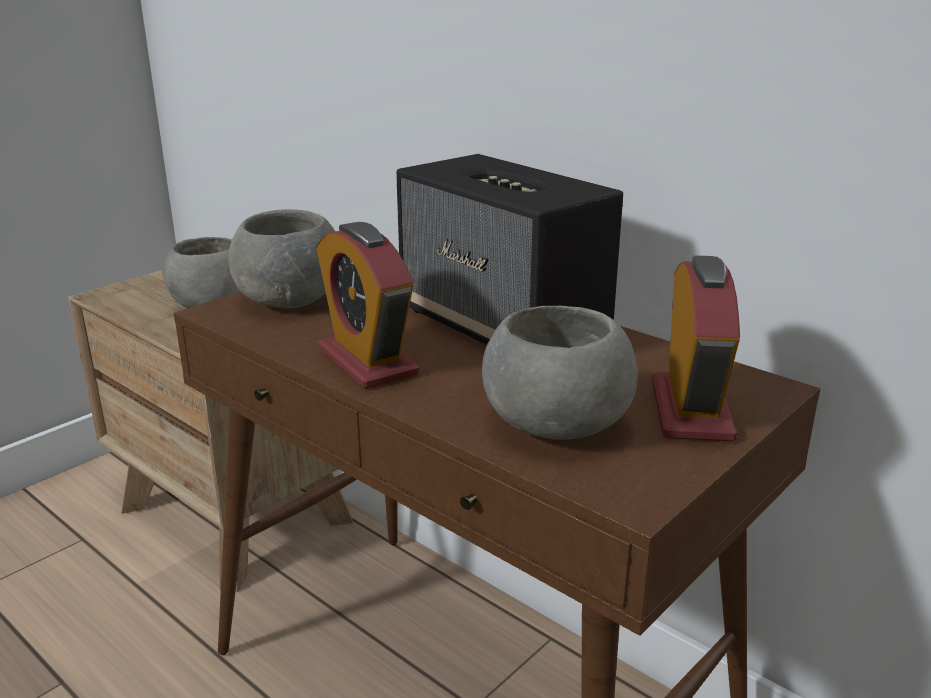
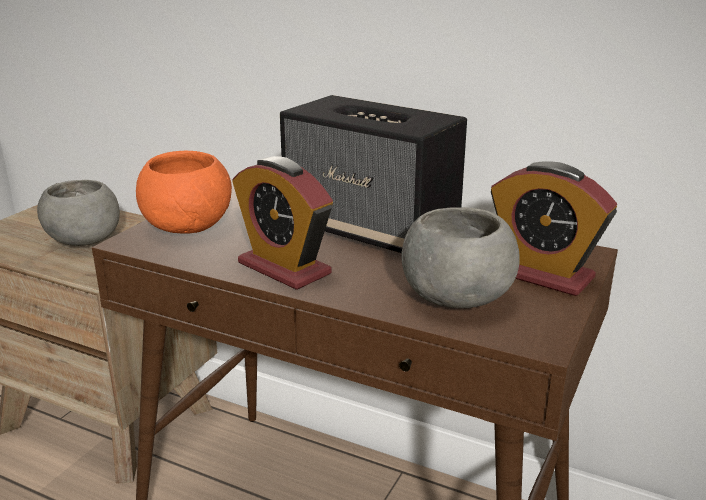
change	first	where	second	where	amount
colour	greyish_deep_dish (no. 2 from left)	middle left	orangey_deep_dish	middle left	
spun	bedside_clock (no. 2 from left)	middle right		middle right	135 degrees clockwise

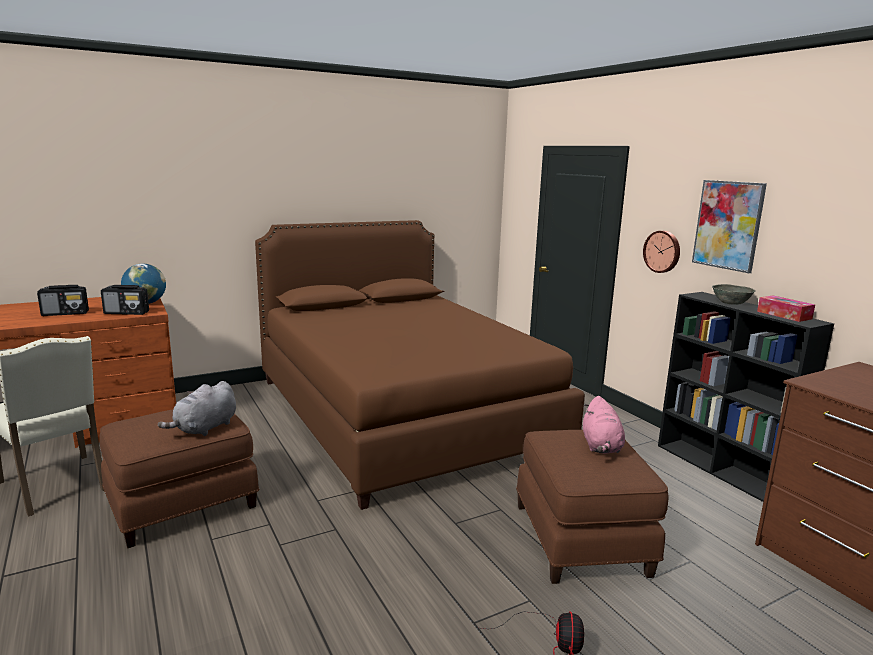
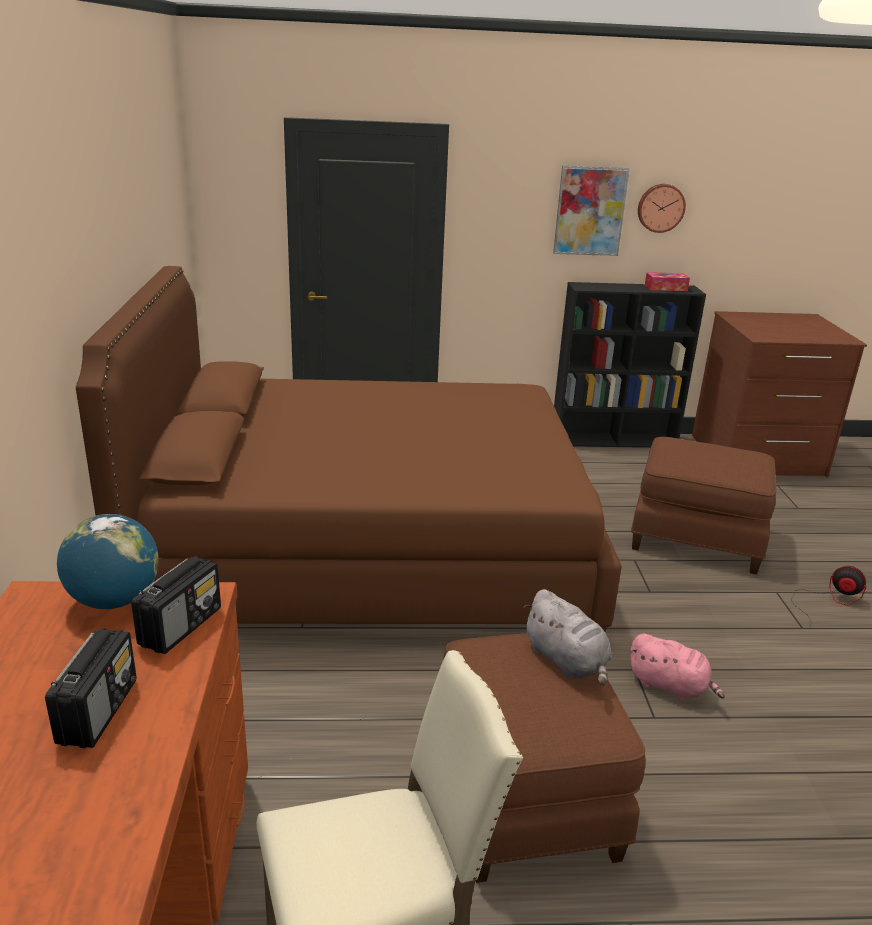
change	first	where	second	where	amount
relocated	pinkish_soft_toy	middle right		bottom right	
relocated	hanging_clock	middle right		top right	
missing	greyish_deep_dish	middle right			

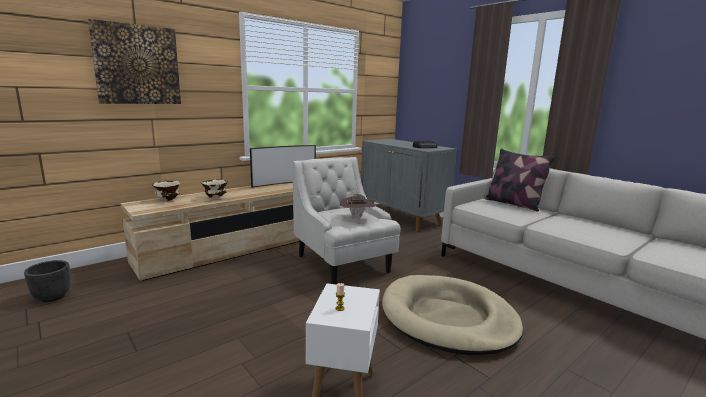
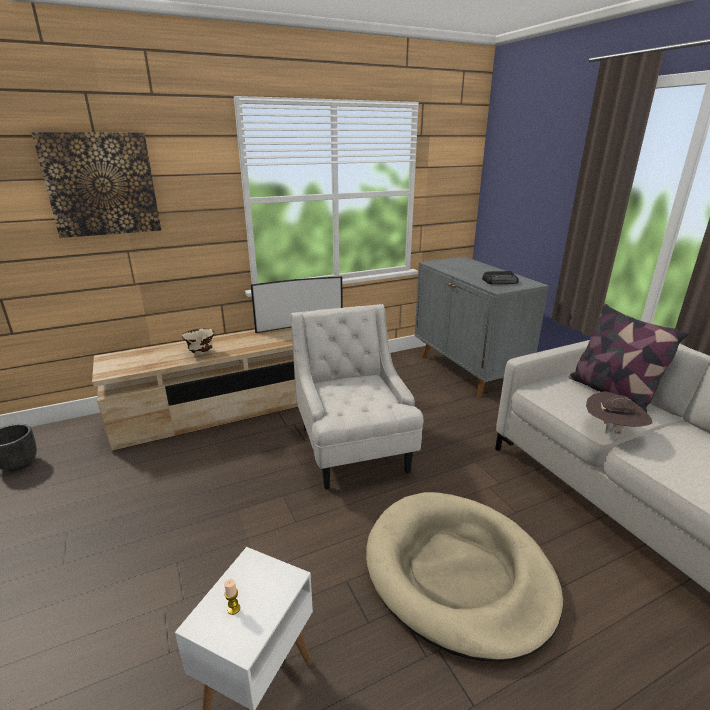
change	first	where	second	where	amount
relocated	brown-coloured_wearable_hat	centre		middle right	
missing	beige_deep_dish (no. 1 from left)	middle left			

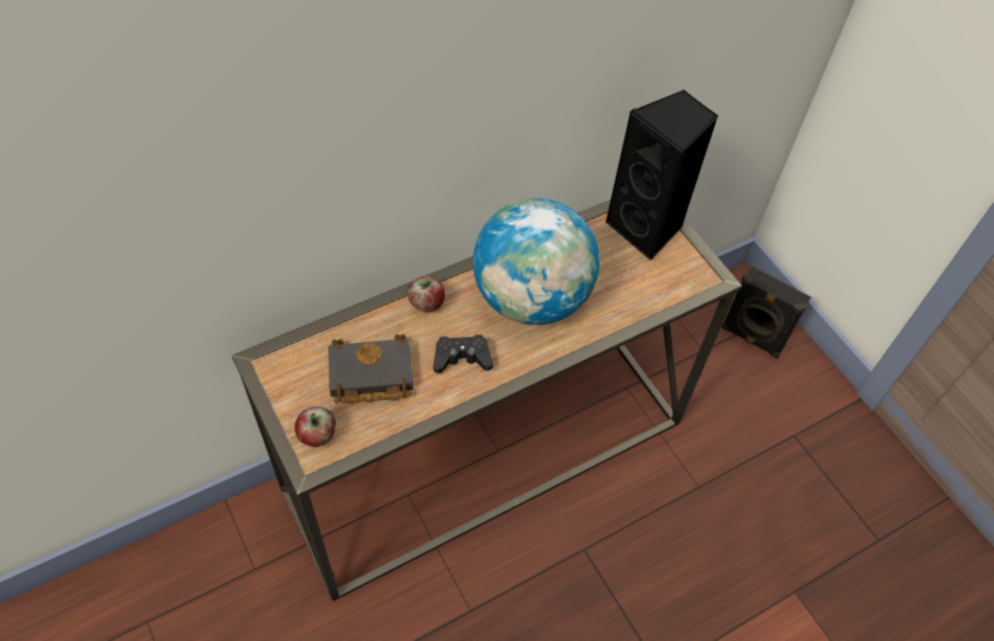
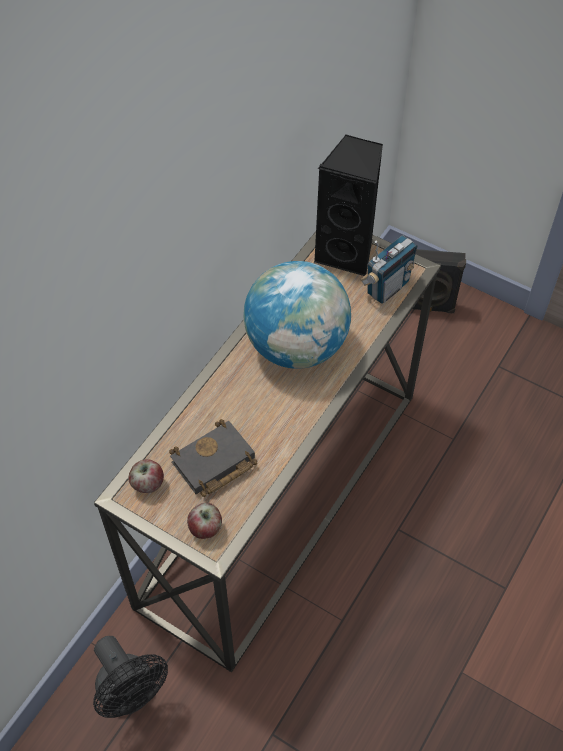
change	first	where	second	where	amount
appeared			black-coloured_electric_fan	bottom left	
relocated	whole_apple (no. 2 from left in the first image)	centre	whole_apple (no. 1 from left)	middle left	
appeared			radio_receiver	middle right	
missing	black-coloured_gamepad	centre			

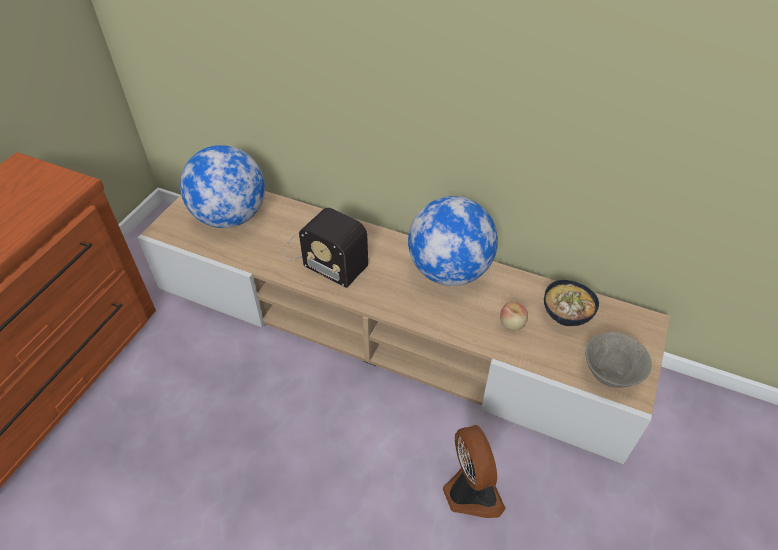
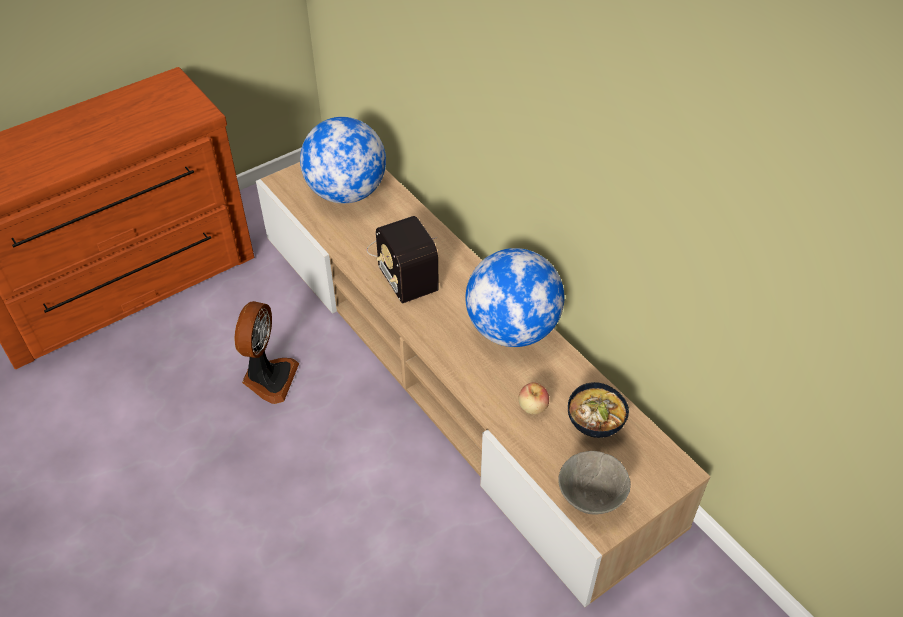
change	first	where	second	where	amount
relocated	electric_fan	bottom centre		middle left	

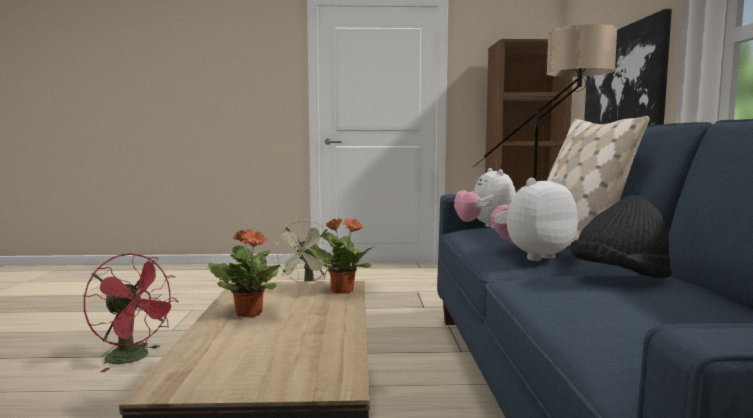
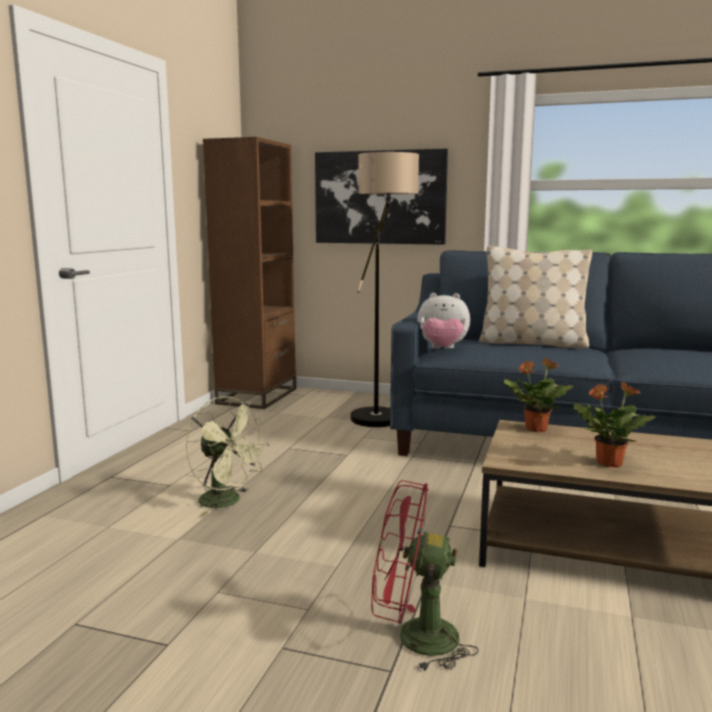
change	first	where	second	where	amount
spun	red_electric_fan	bottom left		bottom centre	135 degrees counterclockwise
missing	soft_toy (no. 2 from left)	middle right			
missing	black-coloured_wearable_hat	middle right			

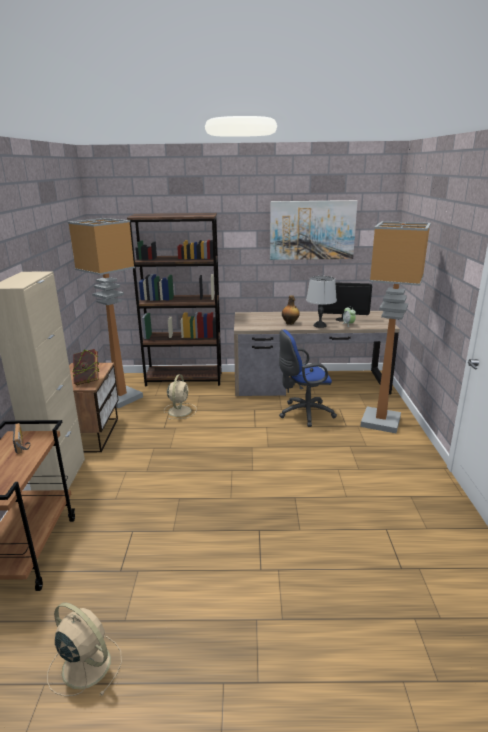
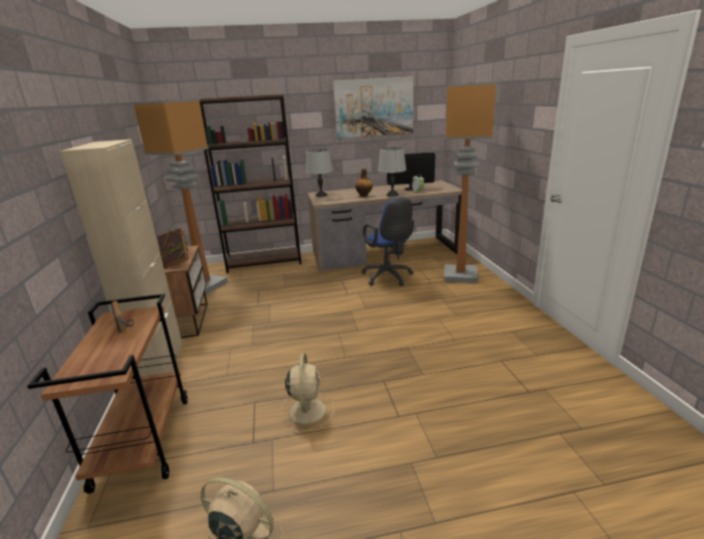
change	first	where	second	where	amount
relocated	beige_electric_fan (no. 2 from left)	centre		bottom centre	
appeared			greyish_table_lamp (no. 1 from left)	top centre	
spun	bluish_desk_chair	centre		centre	90 degrees counterclockwise

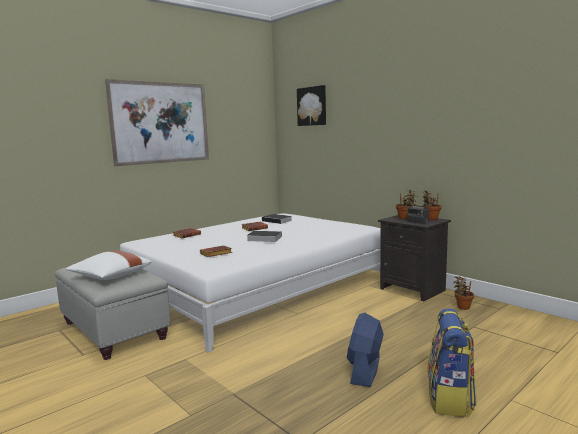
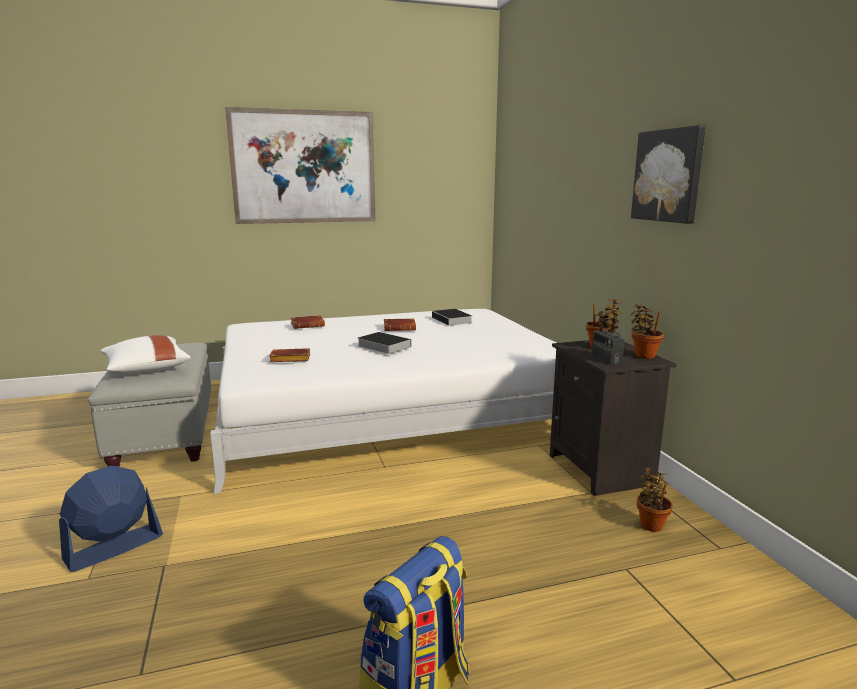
change	first	where	second	where	amount
relocated	bluish_electric_fan	bottom centre		bottom left	
relocated	wall_art (no. 2 from left)	top centre		top right	

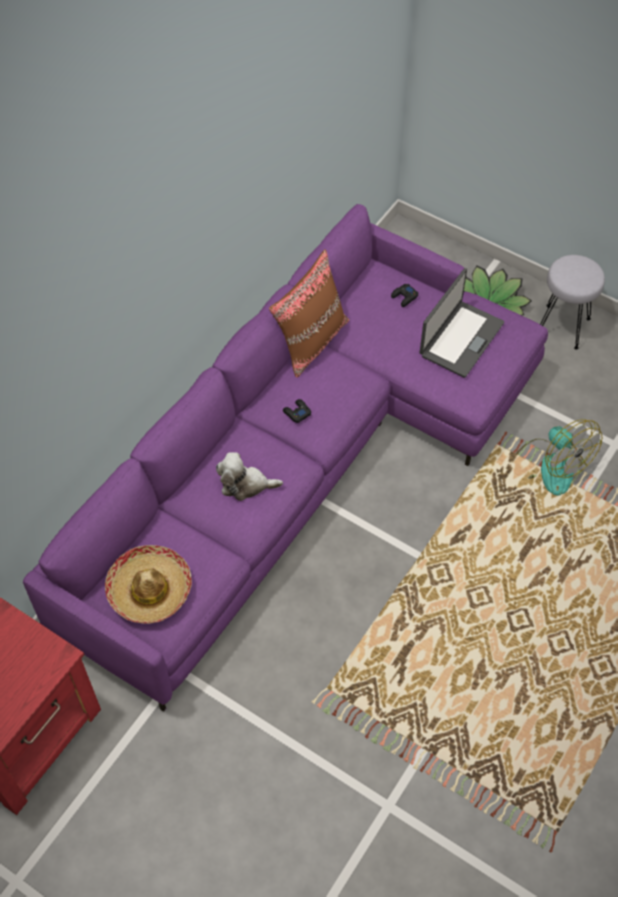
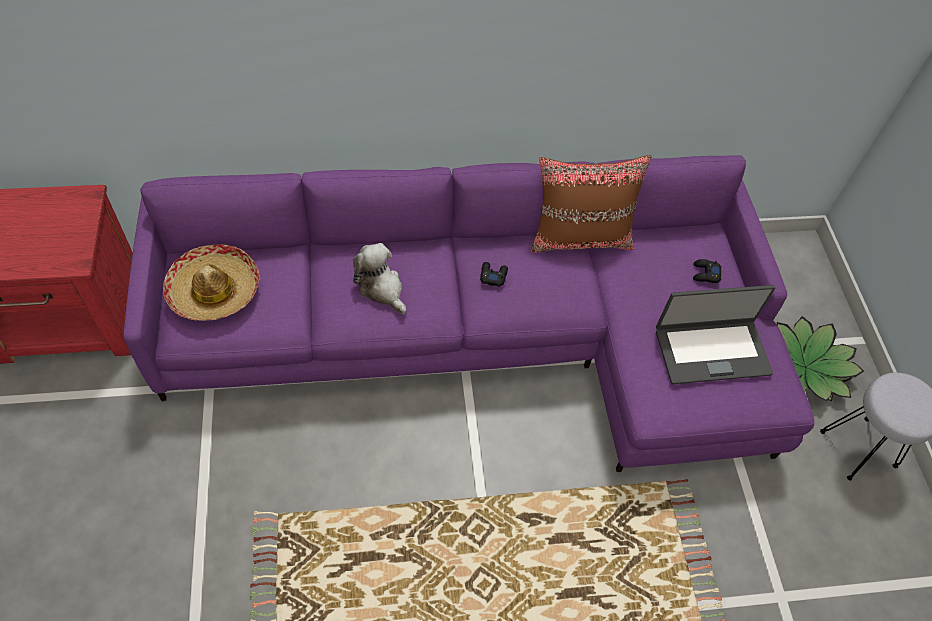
change	first	where	second	where	amount
missing	electric_fan	middle right			

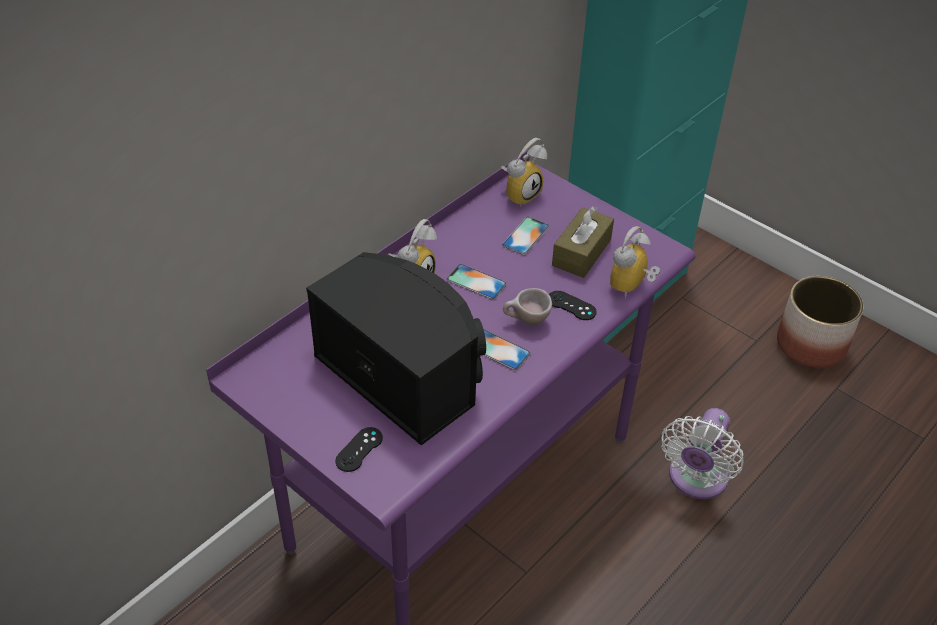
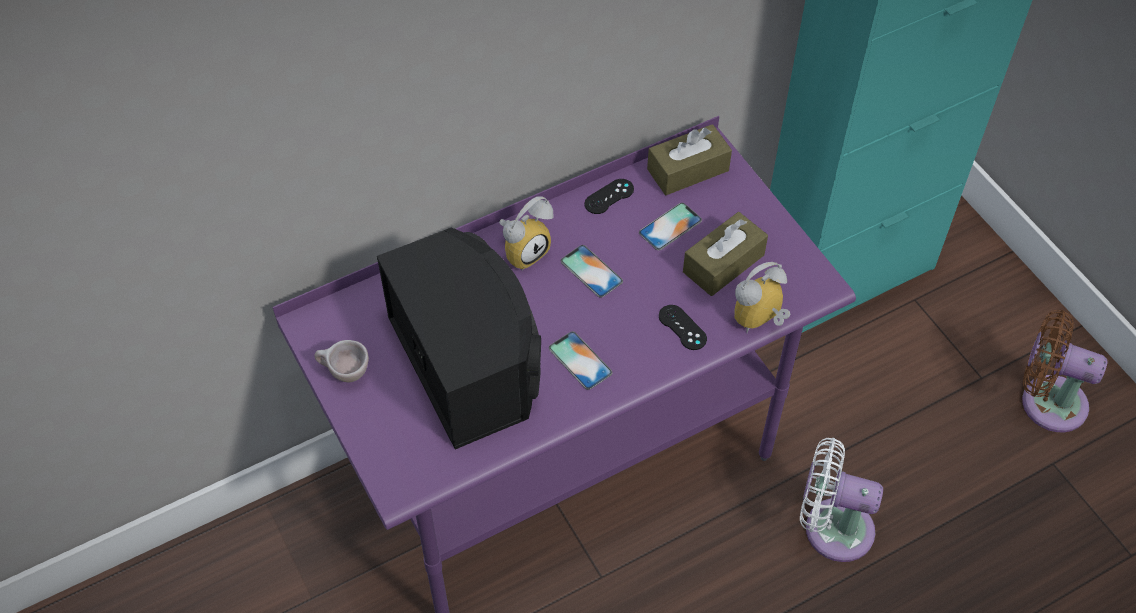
change	first	where	second	where	amount
relocated	beige_drinking_cup	centre		middle left	
relocated	black-coloured_gamepad (no. 1 from left)	bottom centre		top centre	
exchanged	bedside_clock (no. 2 from left)	top centre	brown-coloured_box_of_tissues (no. 1 from left)	top centre	
spun	white_electric_fan	bottom right		bottom right	60 degrees clockwise
exchanged	flower_pot	middle right	brown-coloured_electric_fan	middle right	

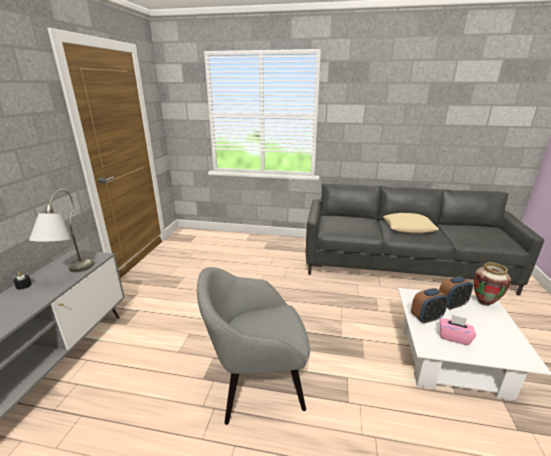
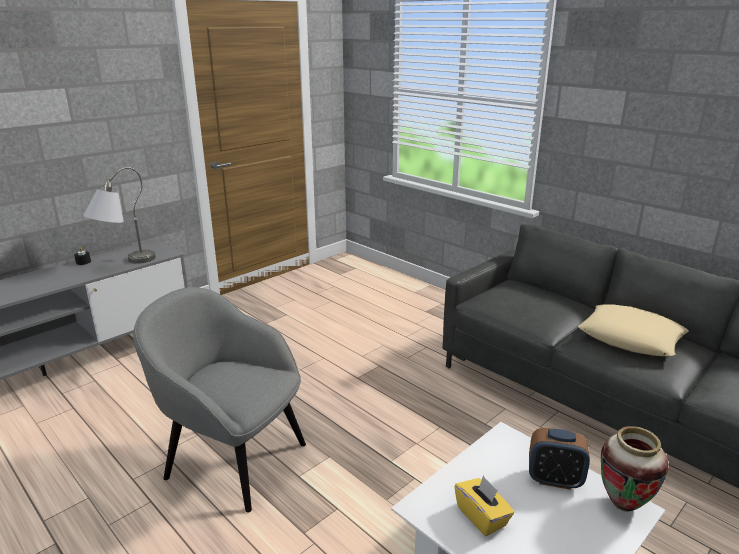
change	first	where	second	where	amount
colour	pinkish_box_of_tissues	bottom right	yellow-coloured_box_of_tissues	bottom centre	
missing	bedside_clock (no. 1 from left)	bottom right			

